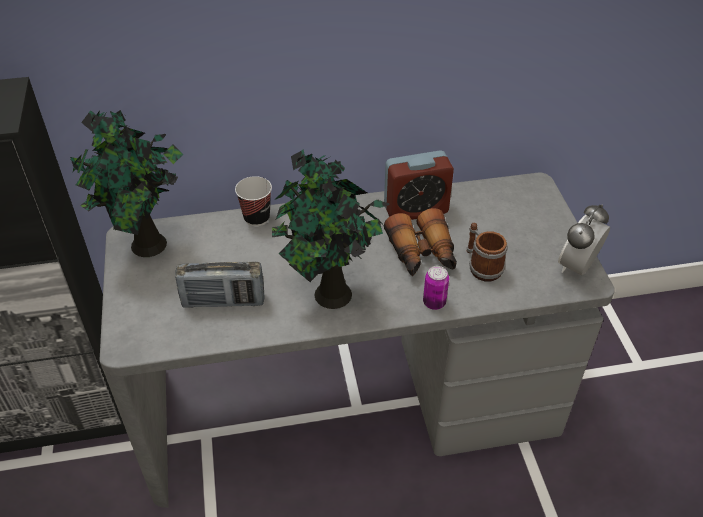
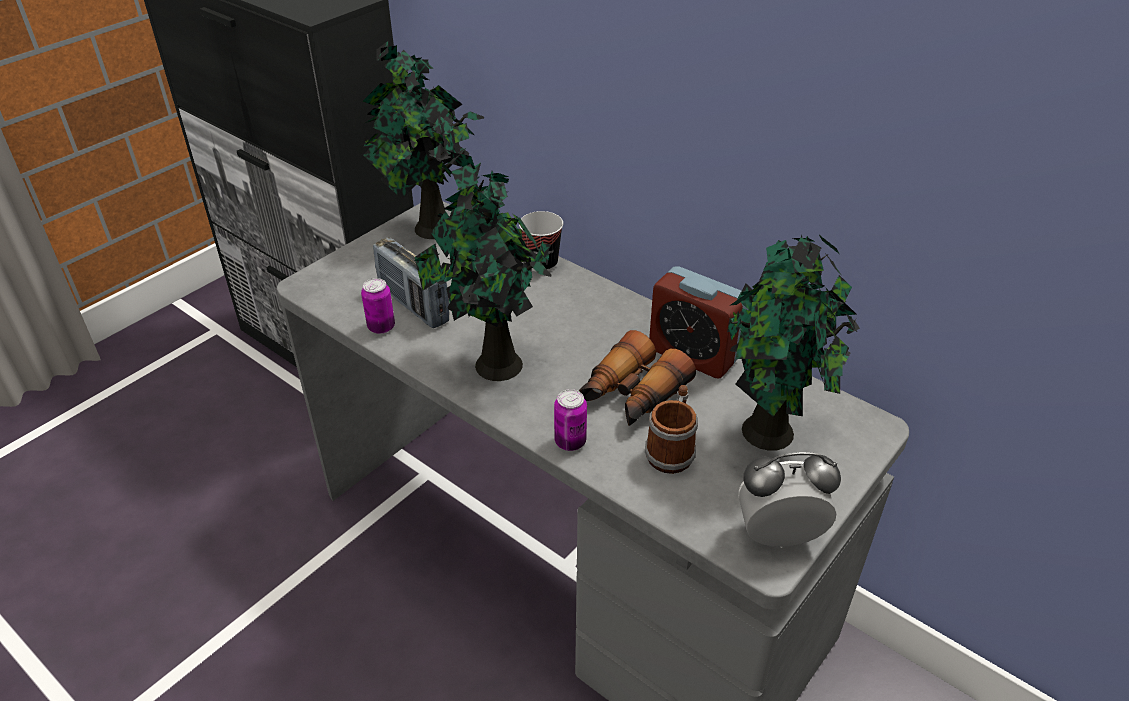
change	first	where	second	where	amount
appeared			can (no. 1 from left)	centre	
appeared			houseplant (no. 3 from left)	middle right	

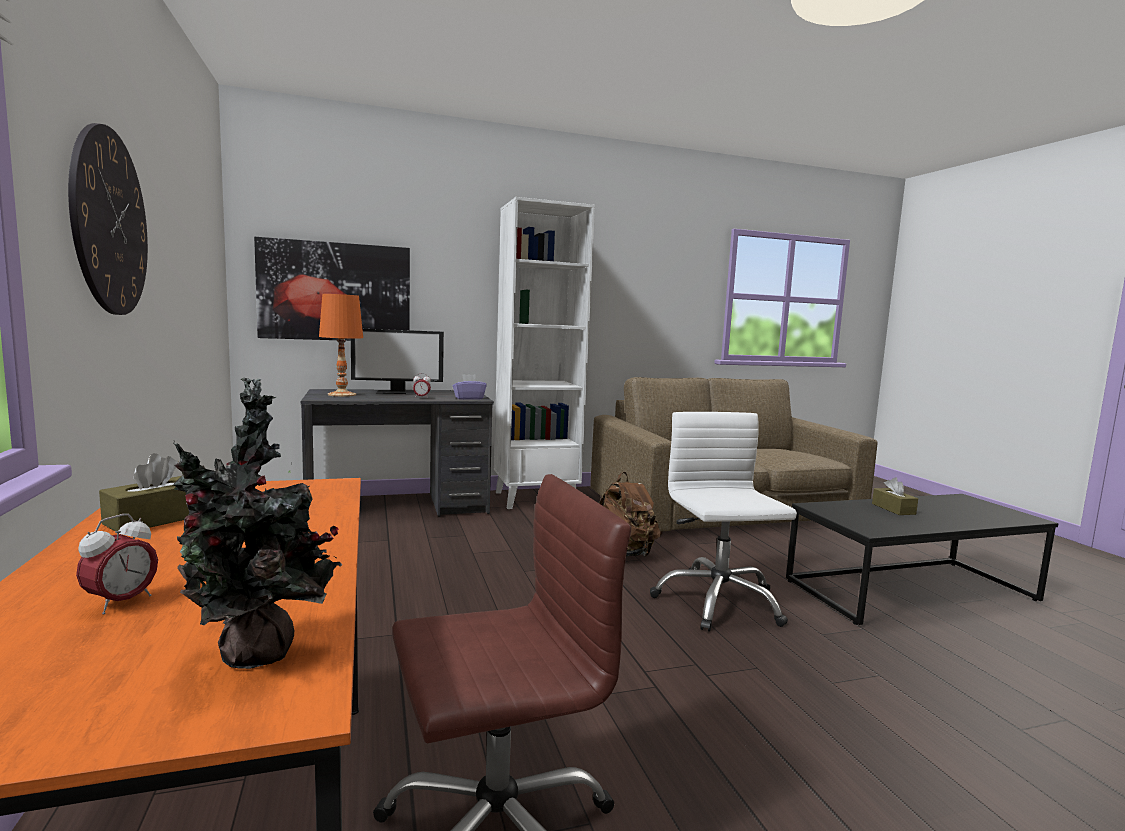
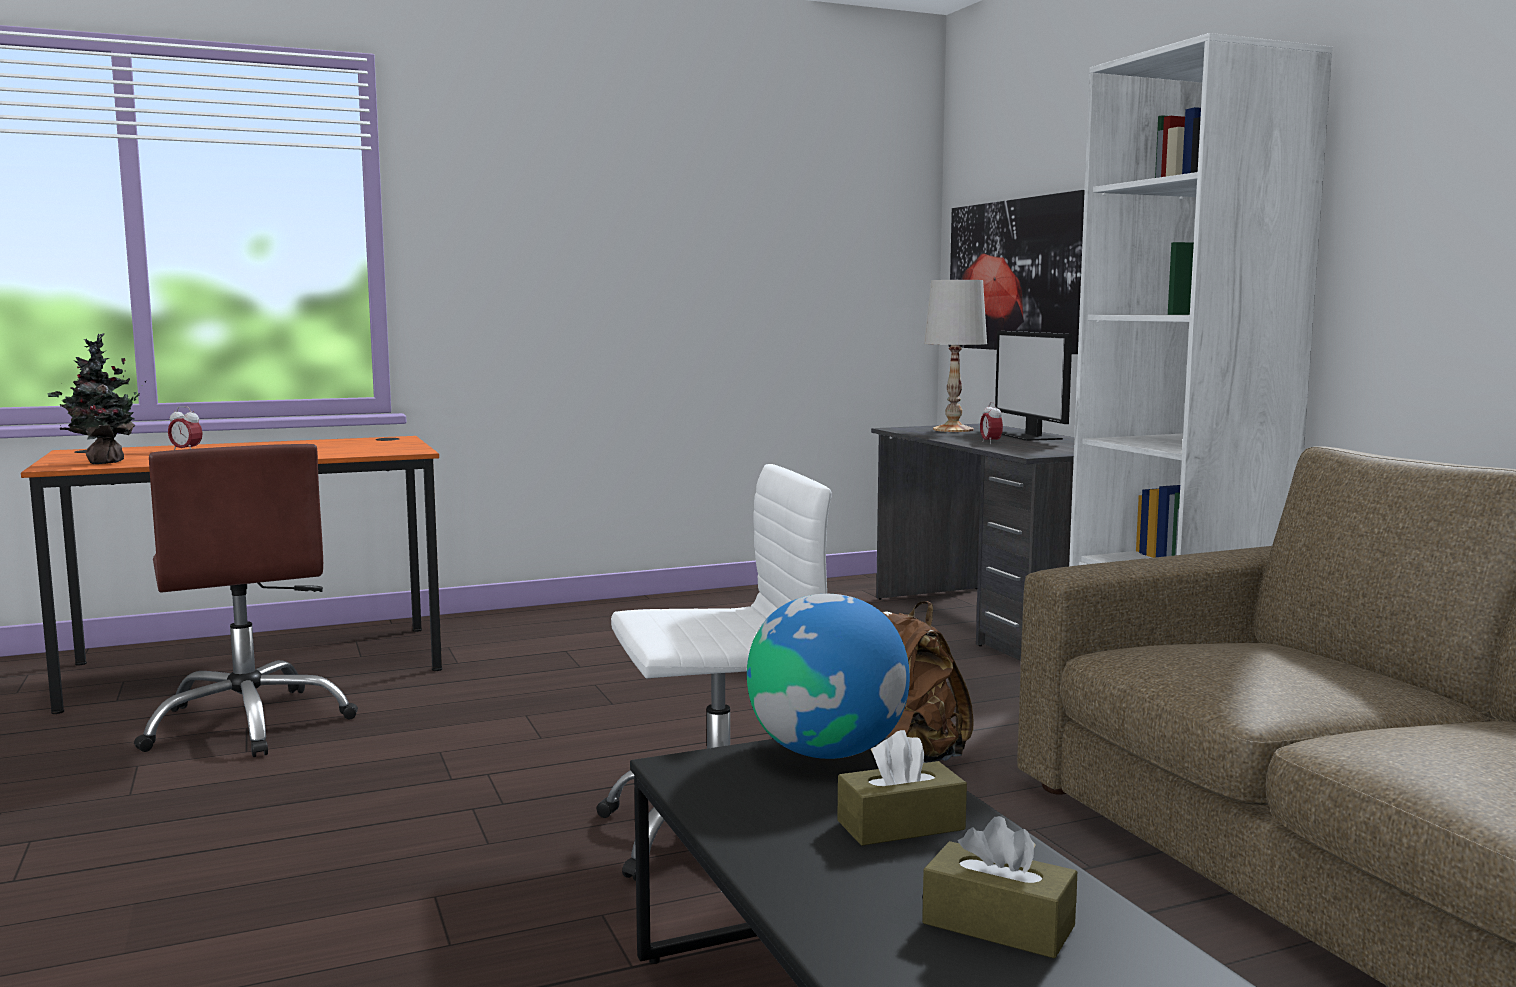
change	first	where	second	where	amount
appeared			world_globe	bottom centre	
relocated	brown-coloured_box_of_tissues (no. 1 from left in the first image)	middle left	brown-coloured_box_of_tissues (no. 2 from left)	bottom centre	
colour	orangey_table_lamp	middle left	white_table_lamp	centre	
missing	hanging_clock	top left			
missing	purple_box_of_tissues	centre			

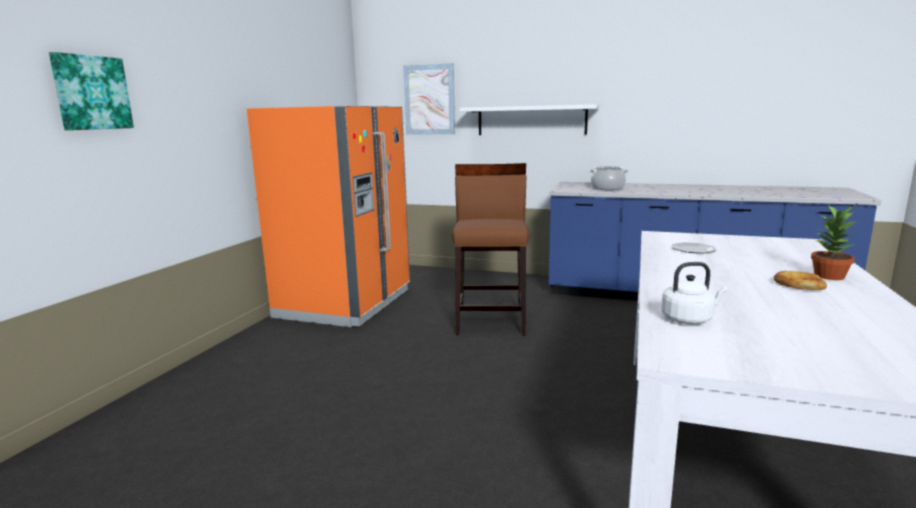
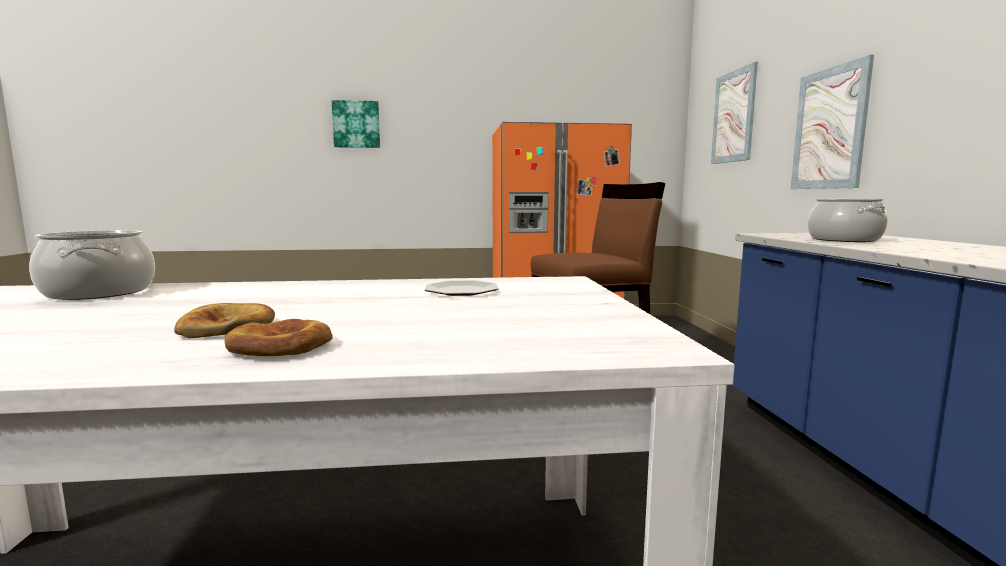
change	first	where	second	where	amount
exchanged	white_kettle	middle right	cooking_pot (no. 1 from left)	middle left	
exchanged	houseplant	middle right	baked_bread (no. 2 from left)	middle left	
exchanged	white_shelf	top centre	wall_art (no. 3 from left)	top right	

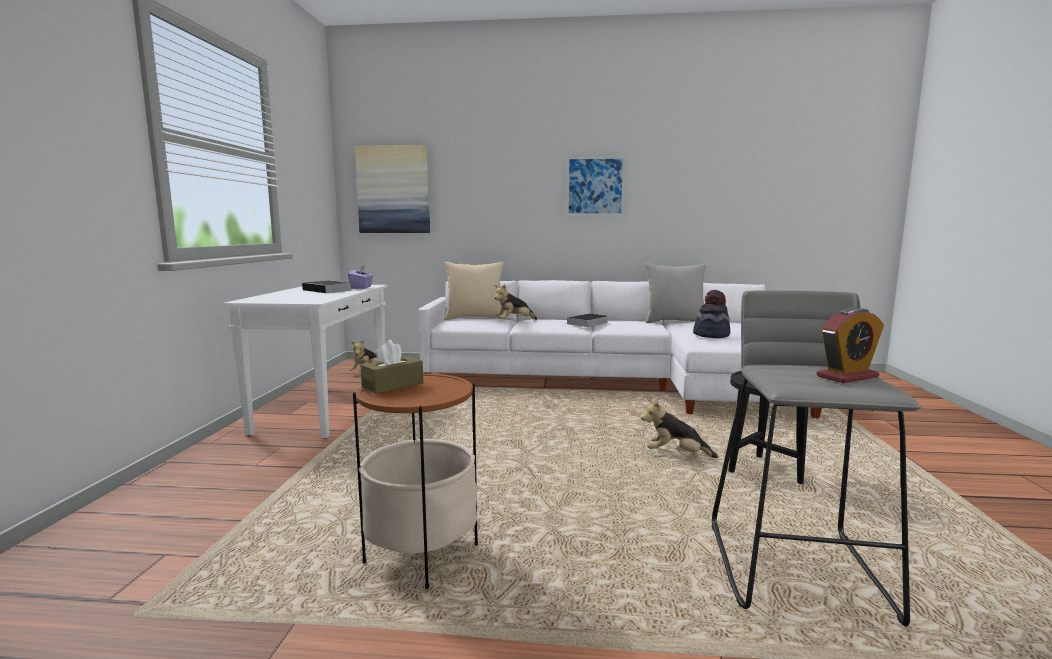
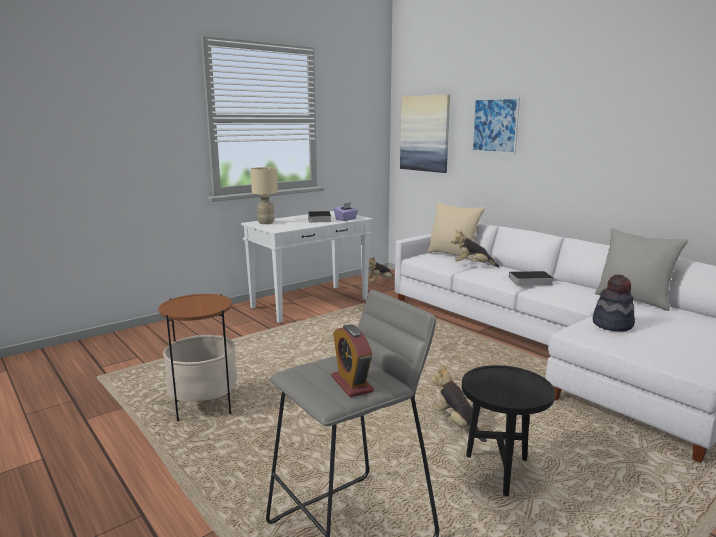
change	first	where	second	where	amount
appeared			beige_table_lamp	centre	
spun	bedside_clock	middle right		bottom centre	45 degrees clockwise
relocated	wall_art (no. 2 from left)	top centre		top right	
missing	brown-coloured_box_of_tissues	centre			

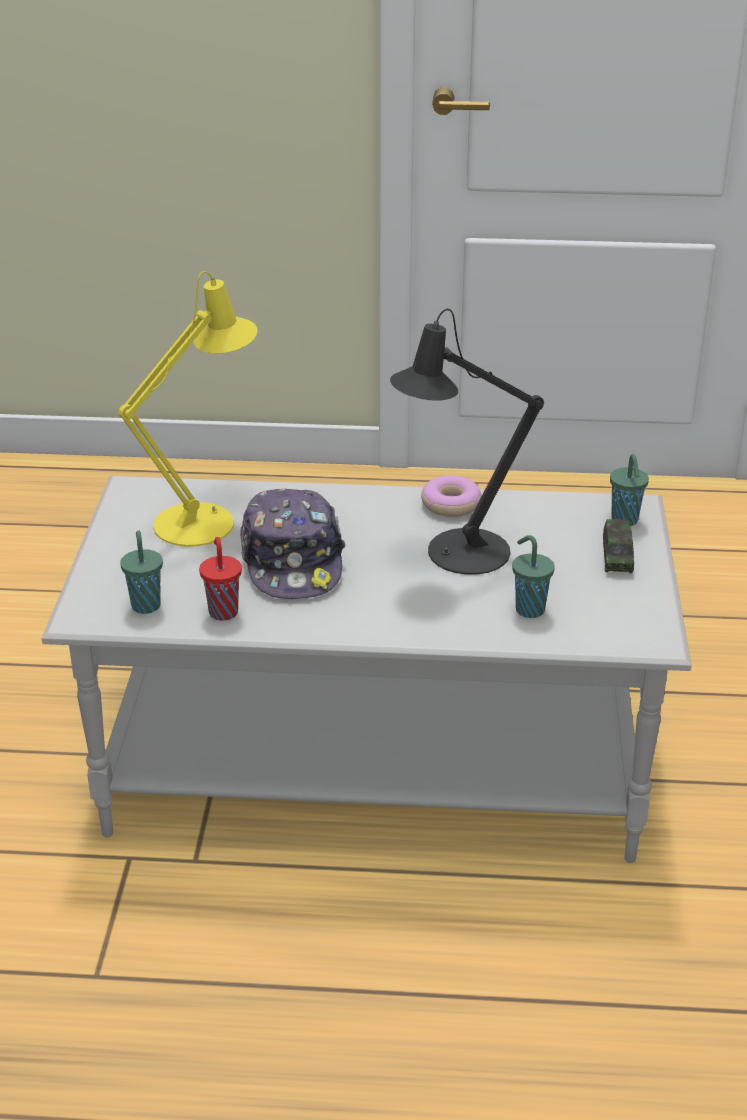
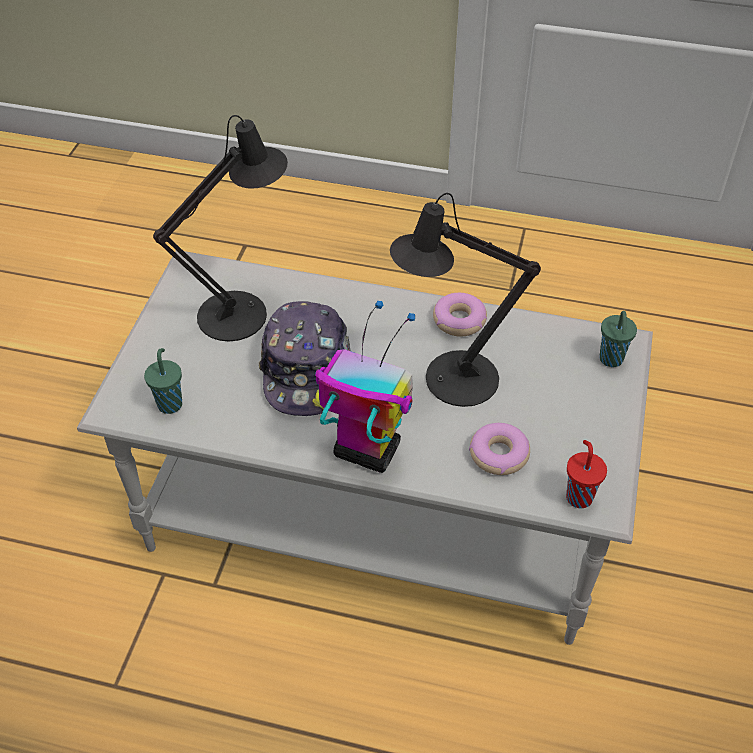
change	first	where	second	where	amount
colour	yellow-coloured_table_lamp	middle left	black-coloured_table_lamp (no. 1 from left)	top left	
appeared			toy_robot	centre	
exchanged	greenish_drinking_cup (no. 2 from left)	middle right	doughnut (no. 2 from left)	centre	
relocated	red_drinking_cup	middle left		middle right	
missing	model_car	middle right			

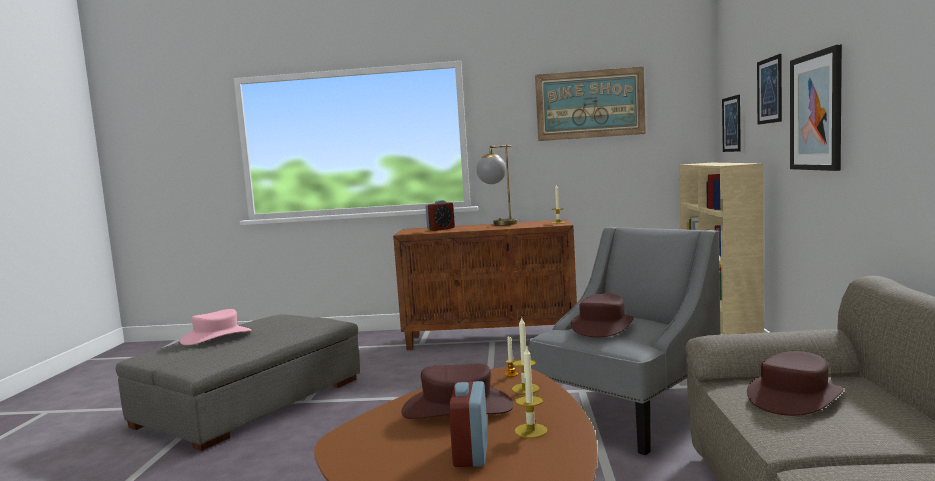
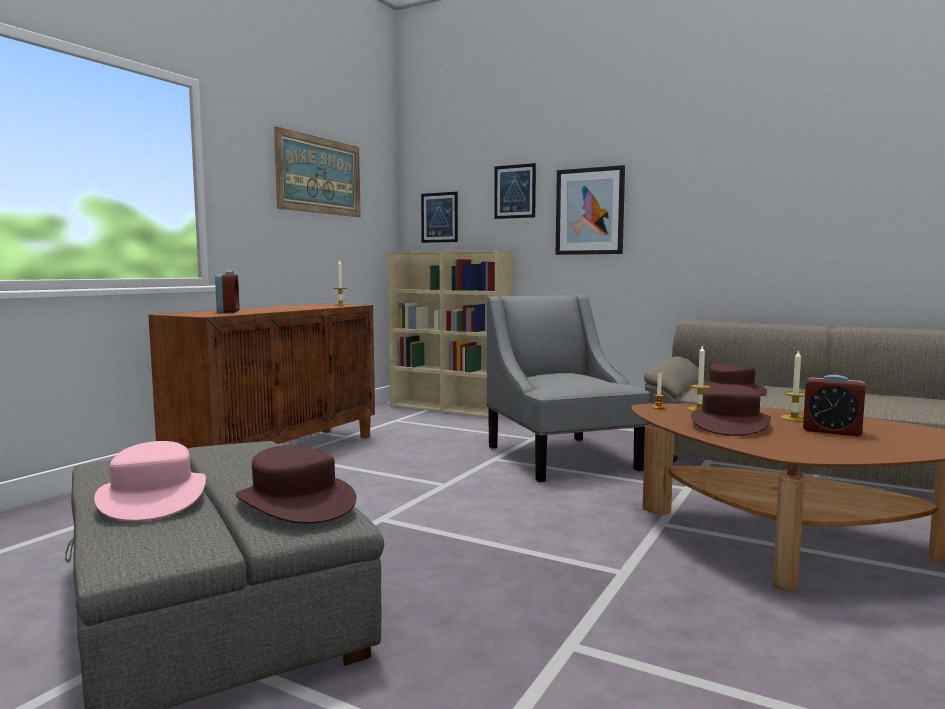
change	first	where	second	where	amount
relocated	brown-coloured_wearable_hat (no. 2 from left in the first image)	centre	brown-coloured_wearable_hat (no. 1 from left)	bottom left	
missing	table_lamp	centre			

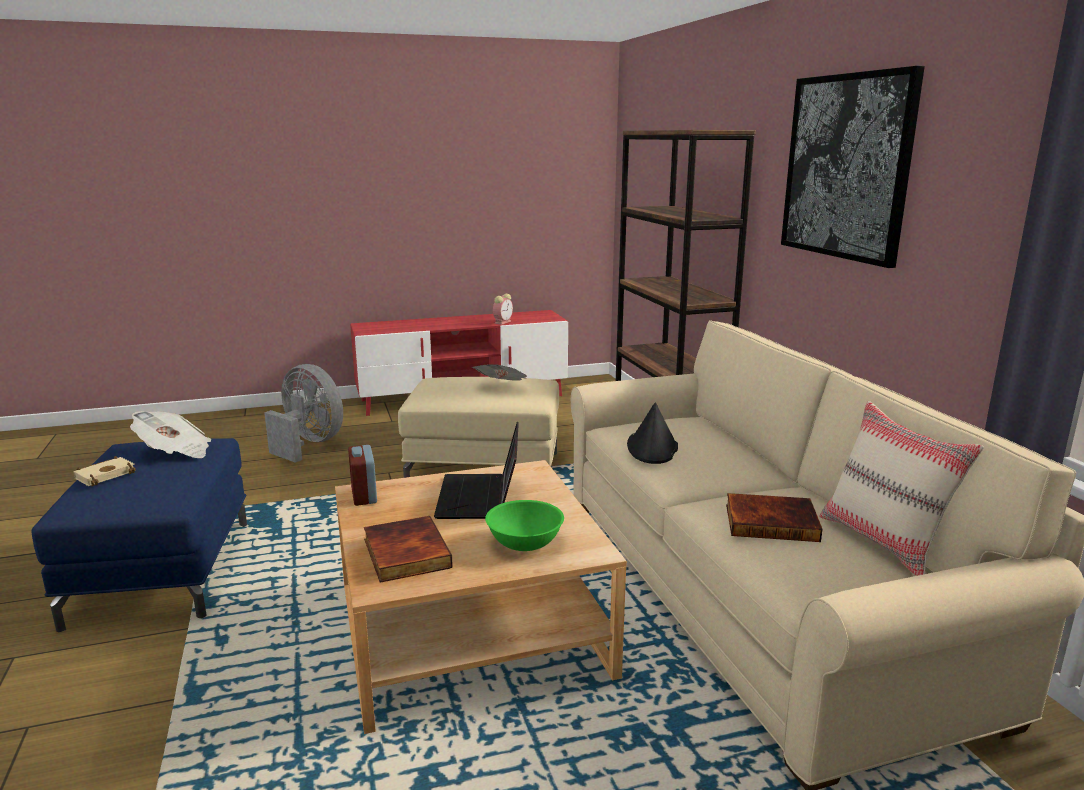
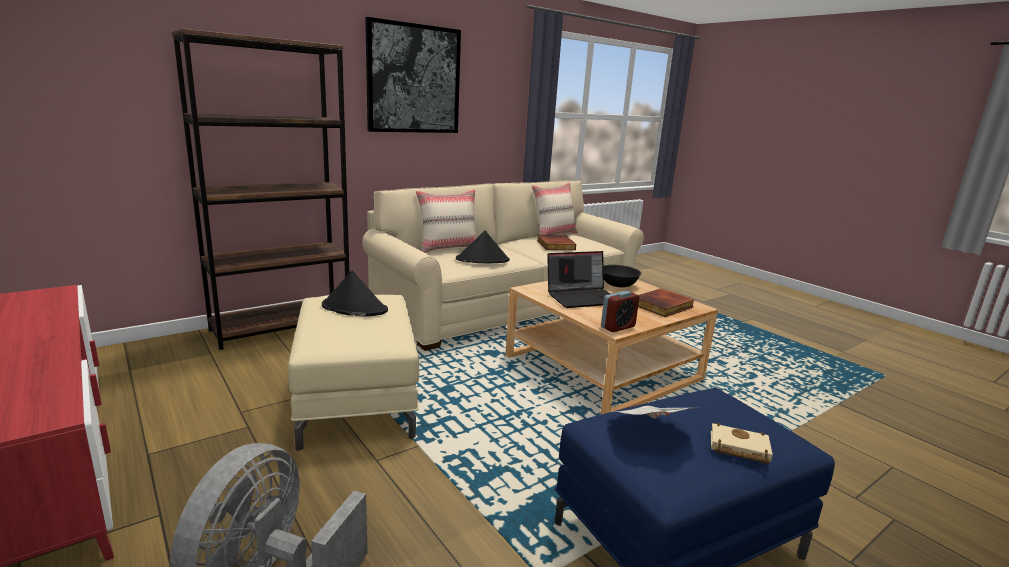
change	first	where	second	where	amount
exchanged	printed_paper (no. 2 from left)	centre	black-coloured_wearable_hat (no. 1 from left)	centre	
appeared			beige_cushion (no. 1 from left)	centre	
colour	greenish_deep_dish	centre	black-coloured_deep_dish	centre	
missing	bedside_clock (no. 2 from left)	centre			

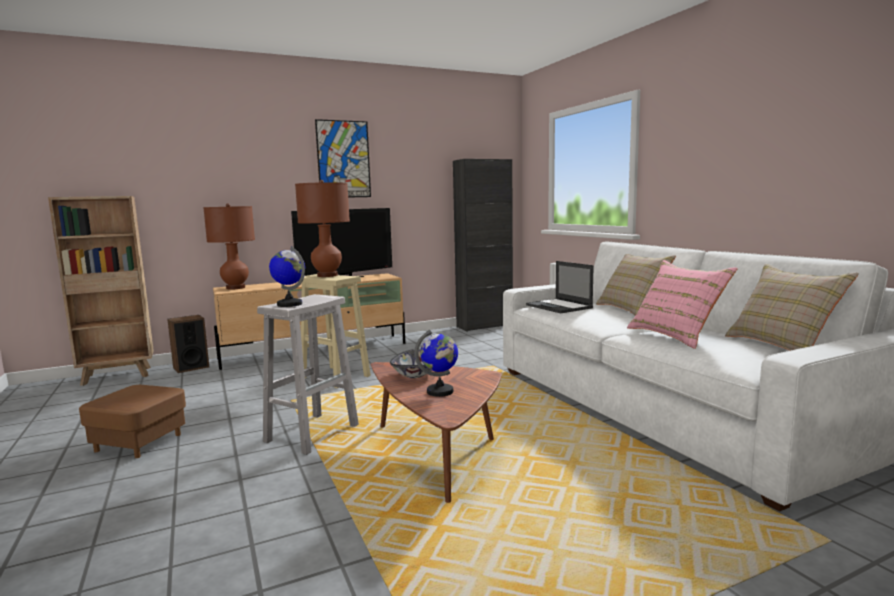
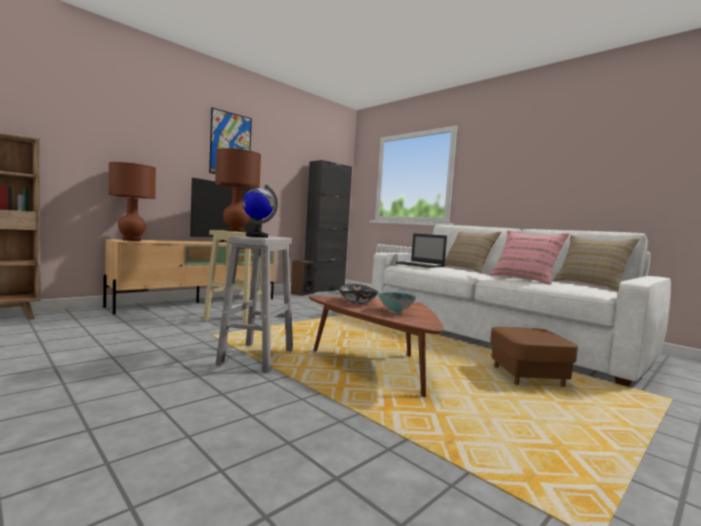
change	first	where	second	where	amount
relocated	audio_speaker	middle left		centre	
exchanged	world_globe (no. 2 from left)	centre	deep_dish (no. 2 from left)	centre	
relocated	brown-coloured_pouffe	bottom left		bottom right	

